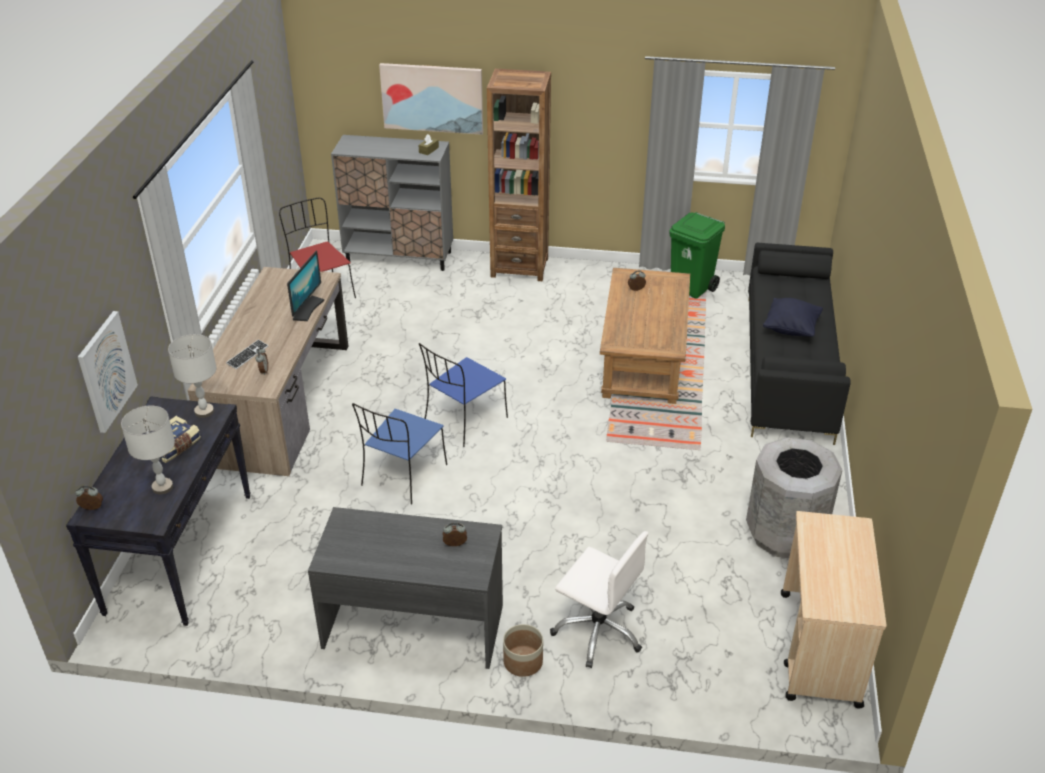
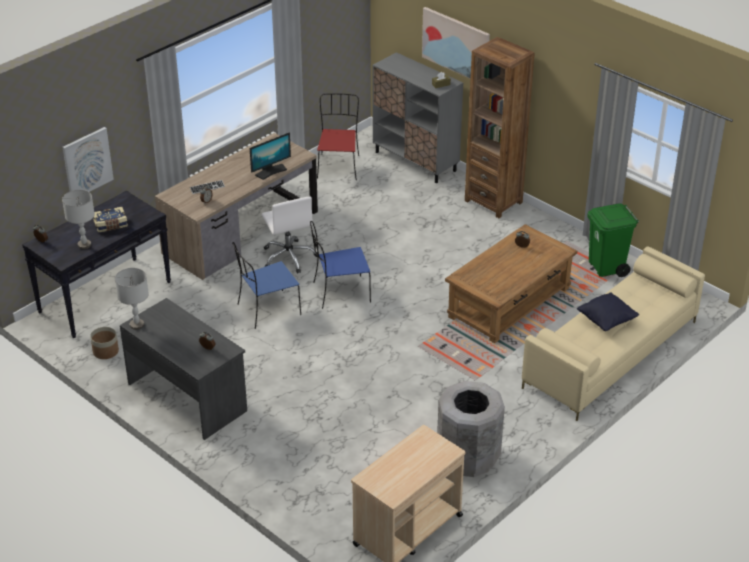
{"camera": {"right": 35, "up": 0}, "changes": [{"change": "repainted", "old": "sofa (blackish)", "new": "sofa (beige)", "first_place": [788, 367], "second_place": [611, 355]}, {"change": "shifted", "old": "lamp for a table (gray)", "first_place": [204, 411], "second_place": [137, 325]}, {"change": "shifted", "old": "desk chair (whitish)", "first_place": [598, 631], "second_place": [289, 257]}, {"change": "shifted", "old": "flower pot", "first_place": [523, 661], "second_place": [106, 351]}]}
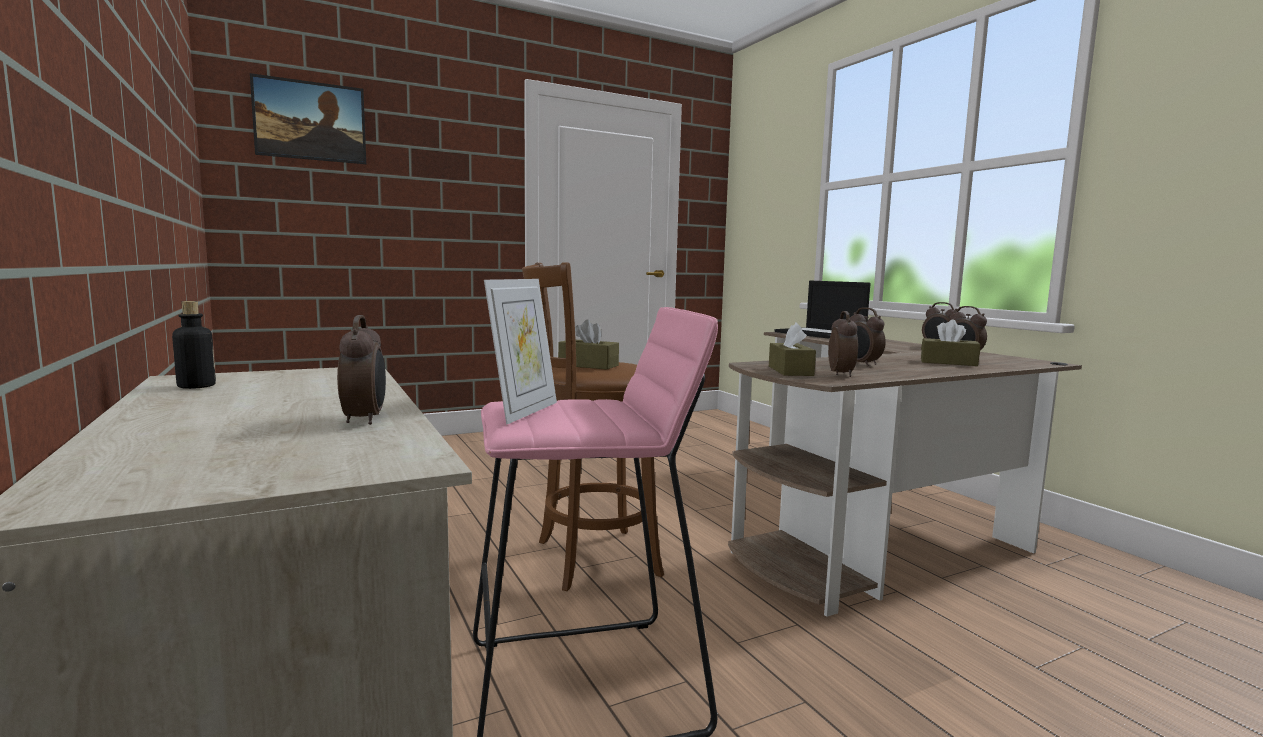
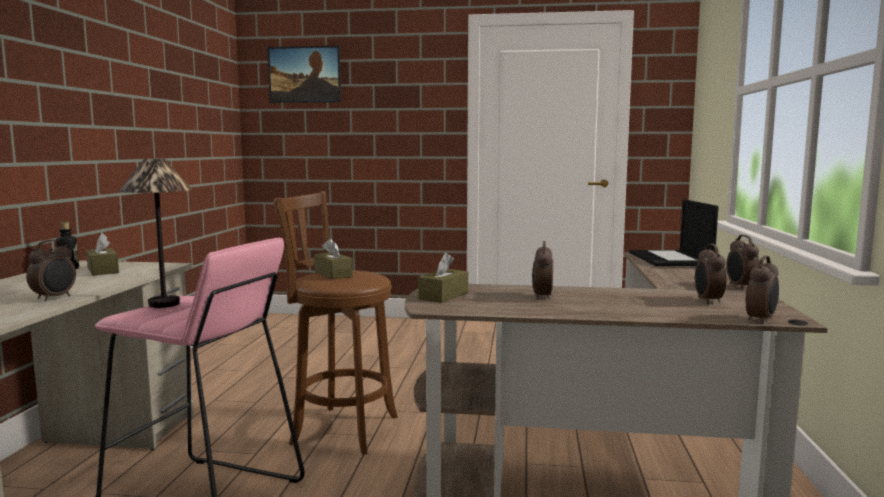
{"camera": {"right": 35, "up": 0}, "changes": [{"change": "swapped", "old": "photo frame", "new": "lamp for a table", "first_place": [523, 411], "second_place": [164, 304]}, {"change": "shifted", "old": "table clock", "first_place": [841, 374], "second_place": [761, 320]}, {"change": "shifted", "old": "tissue box (brown-coloured)", "first_place": [948, 362], "second_place": [103, 270]}]}
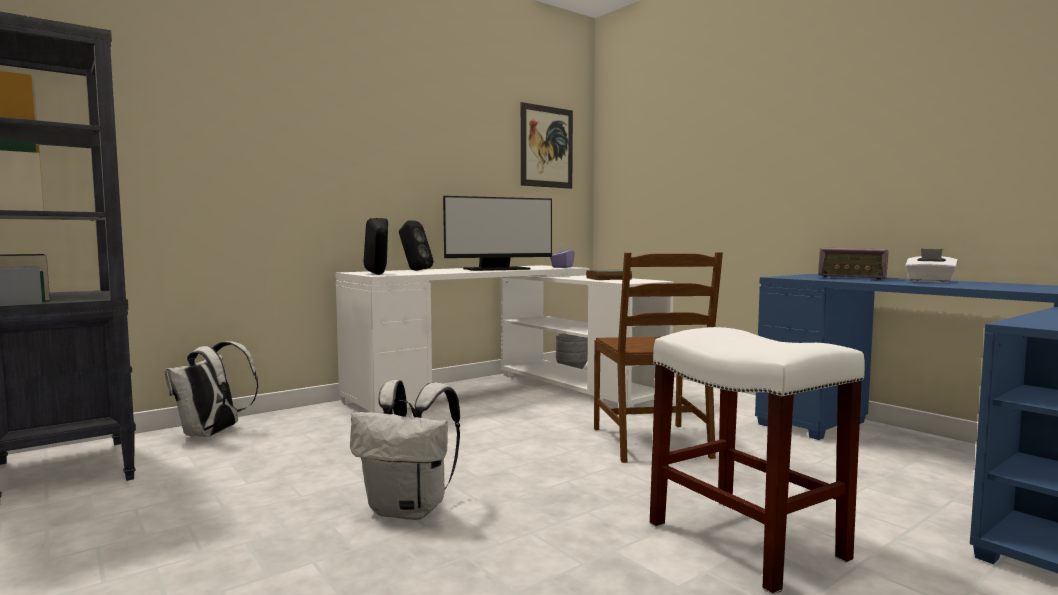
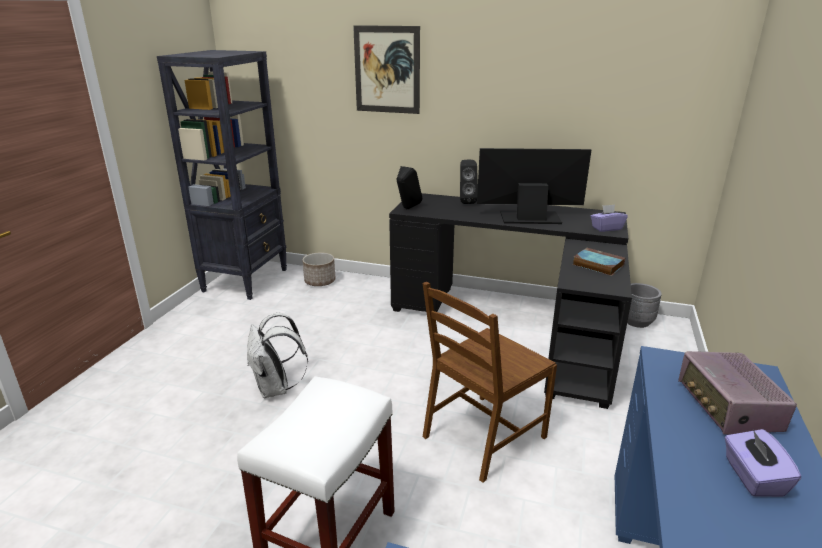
{"camera": {"right": 55, "up": 20}, "changes": [{"change": "shifted", "old": "wall art", "first_place": [546, 147], "second_place": [387, 70]}, {"change": "rotated", "old": "computer display", "first_place": [497, 269], "second_place": [530, 217], "degrees": 150}, {"change": "repainted", "old": "tissue box (whitish)", "new": "tissue box (purplish)", "first_place": [930, 282], "second_place": [753, 477]}, {"change": "repainted", "old": "desk table (whitish)", "new": "desk table (blackish)", "first_place": [507, 392], "second_place": [519, 325]}, {"change": "swapped", "old": "knapsack (whitish)", "new": "flower pot", "first_place": [212, 434], "second_place": [320, 281]}]}
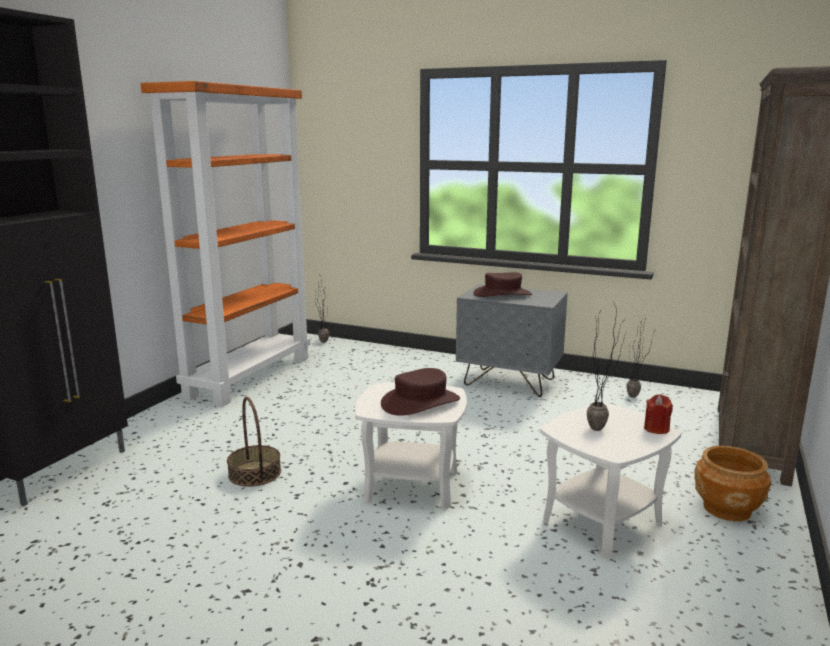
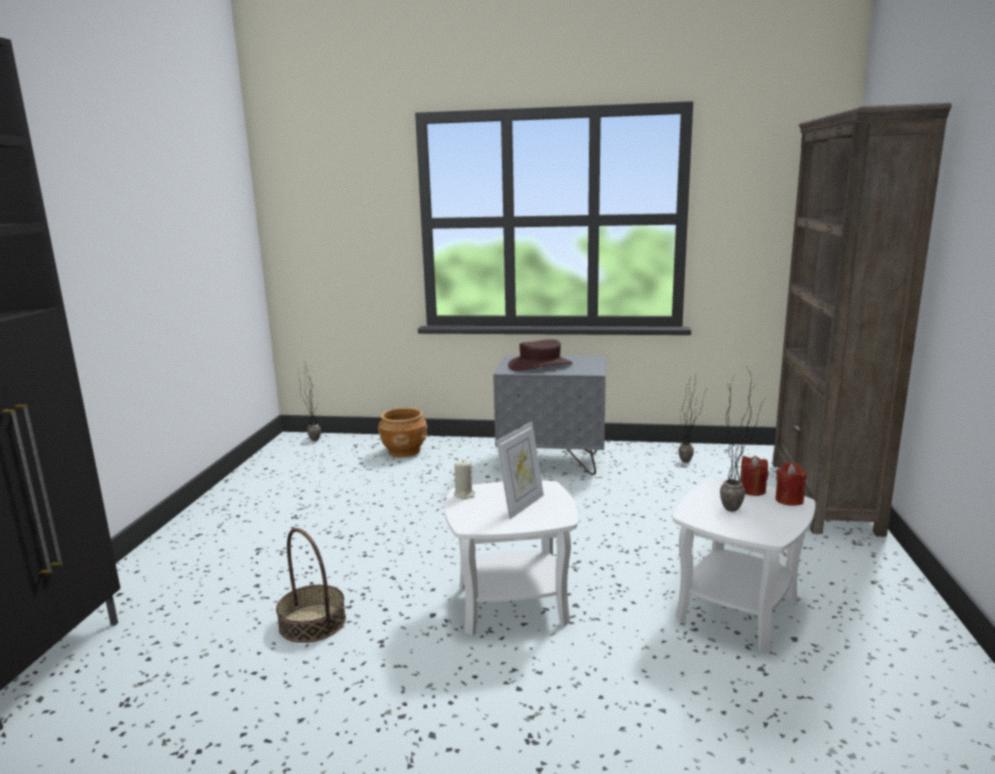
{"camera": {"right": -15, "up": 0}, "changes": [{"change": "gone", "old": "bookcase (orangey)", "first_place": [249, 376]}, {"change": "swapped", "old": "hat (brown-coloured)", "new": "photo frame", "first_place": [420, 402], "second_place": [521, 505]}, {"change": "shifted", "old": "flower pot (brown-coloured)", "first_place": [727, 509], "second_place": [404, 451]}, {"change": "new", "new": "candle (reddish)", "second_place": [752, 490]}, {"change": "new", "new": "candle (beige)", "second_place": [464, 494]}]}
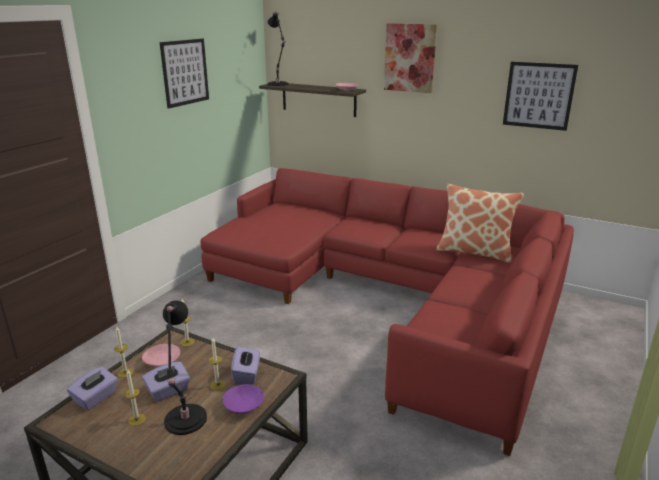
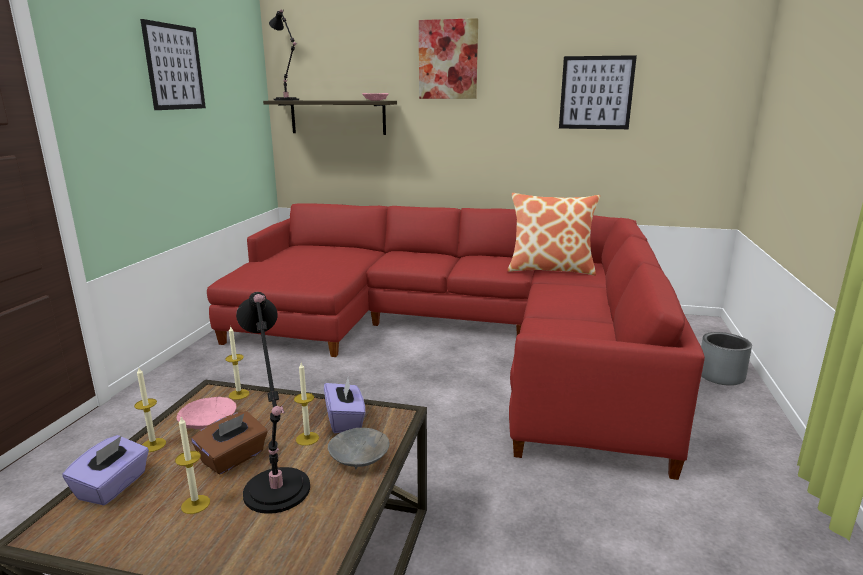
{"camera": {"right": -15, "up": -5}, "changes": [{"change": "repainted", "old": "tissue box (purplish)", "new": "tissue box (brown-coloured)", "first_place": [168, 391], "second_place": [233, 458]}, {"change": "repainted", "old": "deep dish (purplish)", "new": "deep dish (gray)", "first_place": [244, 405], "second_place": [360, 457]}, {"change": "new", "new": "flower pot (gray)", "second_place": [720, 376]}]}
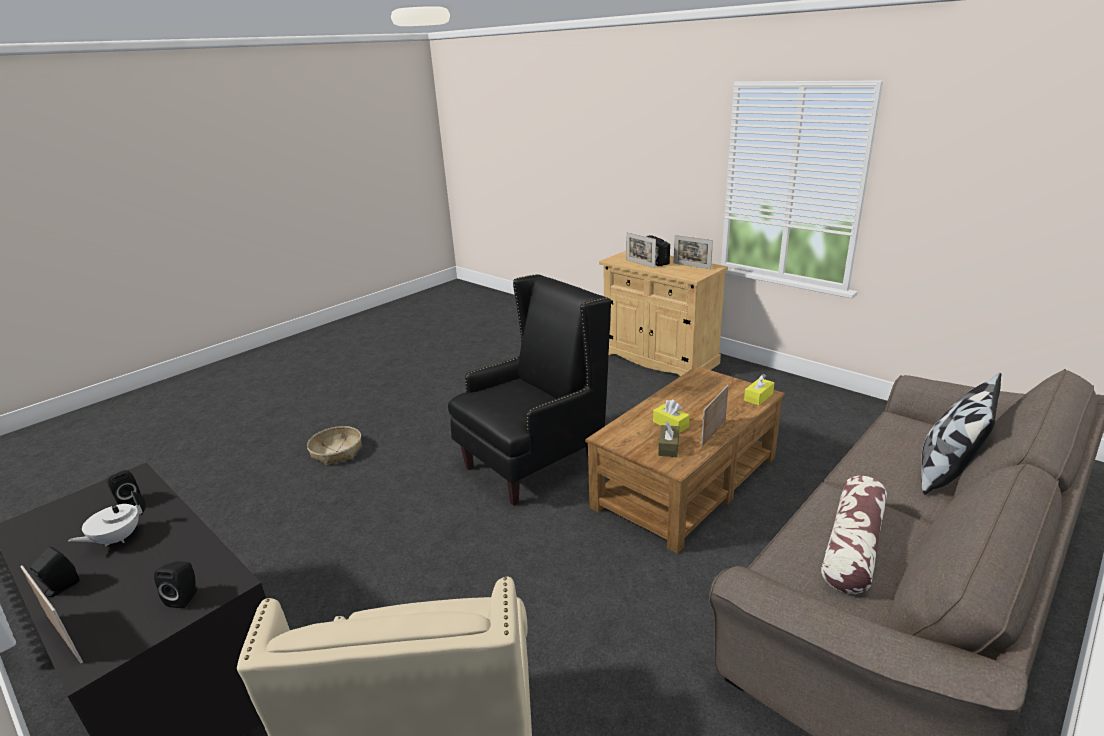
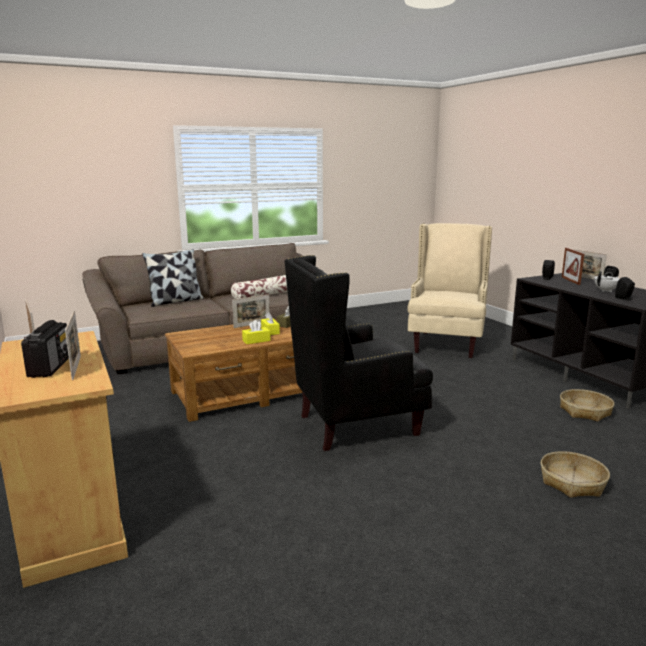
{"camera": {"right": -160, "up": -10}, "changes": [{"change": "shifted", "old": "tissue box (yellowish)", "first_place": [758, 397], "second_place": [256, 340]}, {"change": "new", "new": "photo frame", "second_place": [570, 281]}, {"change": "new", "new": "household basket", "second_place": [585, 411]}]}
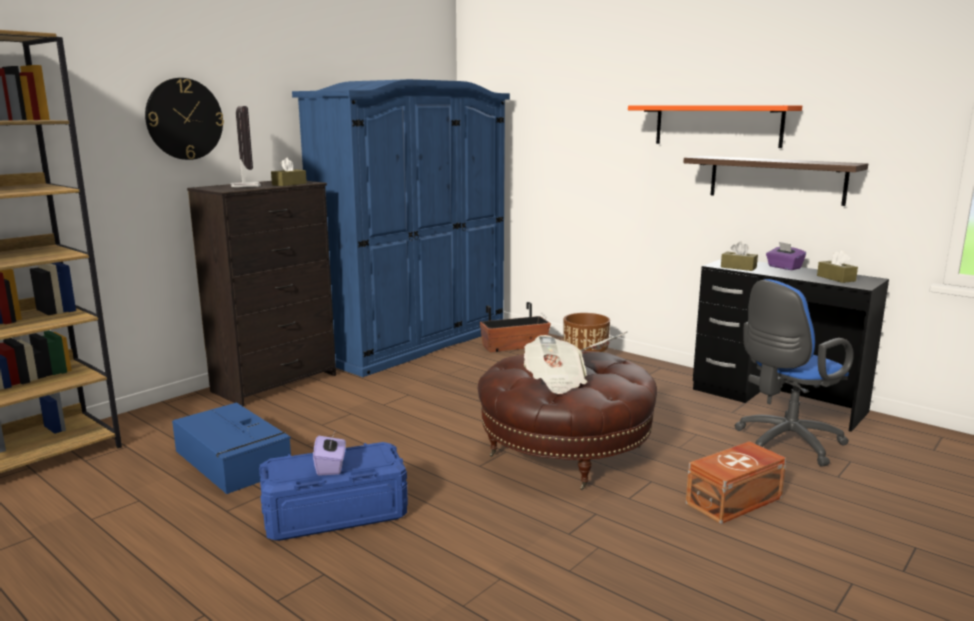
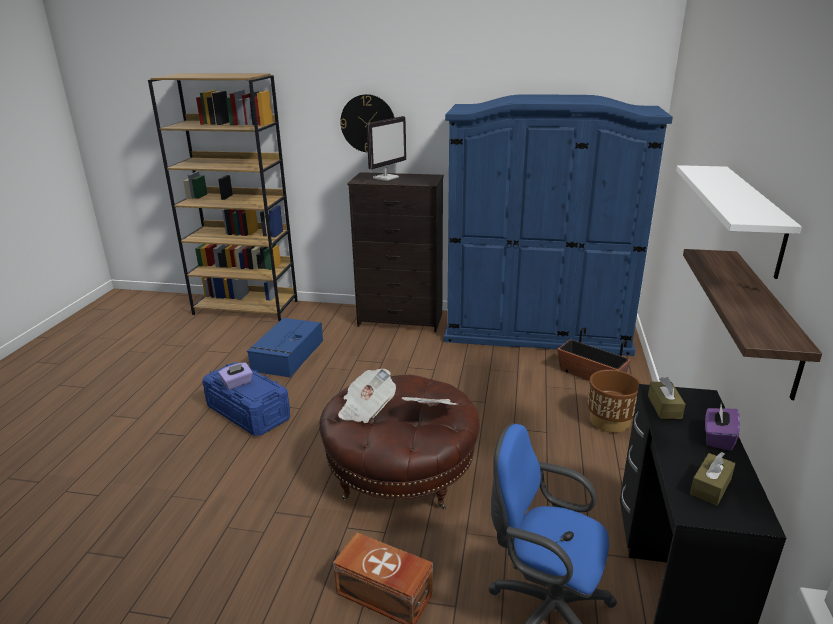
{"camera": {"right": 60, "up": 10}, "changes": [{"change": "repainted", "old": "wall shelf (orangey)", "new": "wall shelf (whitish)", "first_place": [717, 125], "second_place": [752, 218]}, {"change": "gone", "old": "tissue box (brown-coloured)", "first_place": [289, 184]}]}
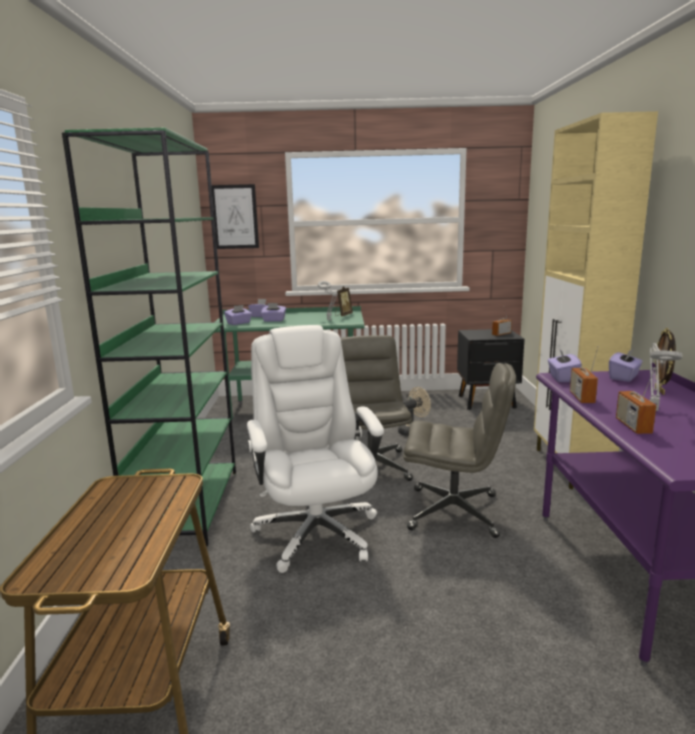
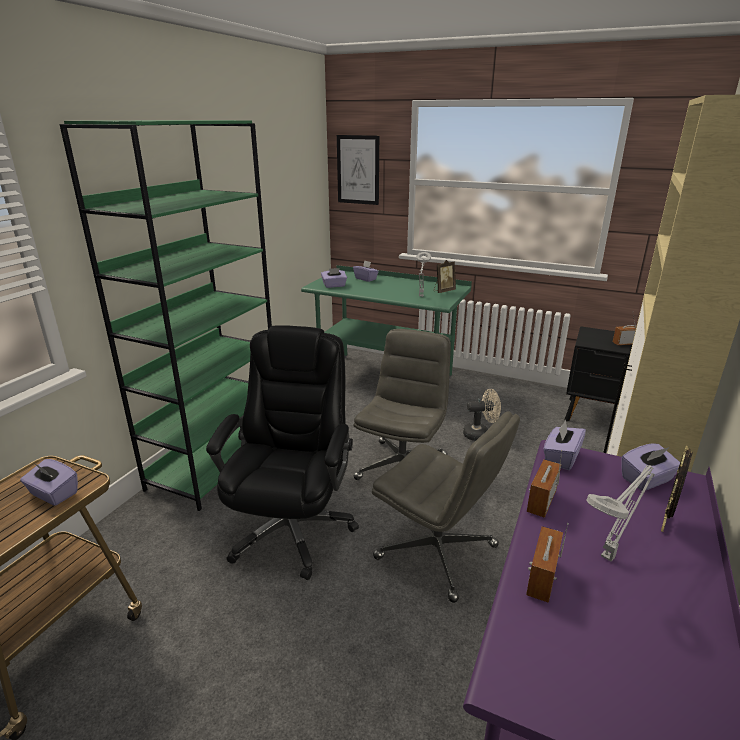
{"camera": {"right": 25, "up": 10}, "changes": [{"change": "shifted", "old": "tissue box (purplish)", "first_place": [274, 320], "second_place": [53, 494]}, {"change": "repainted", "old": "desk chair (whitish)", "new": "desk chair (blackish)", "first_place": [316, 532], "second_place": [292, 528]}]}
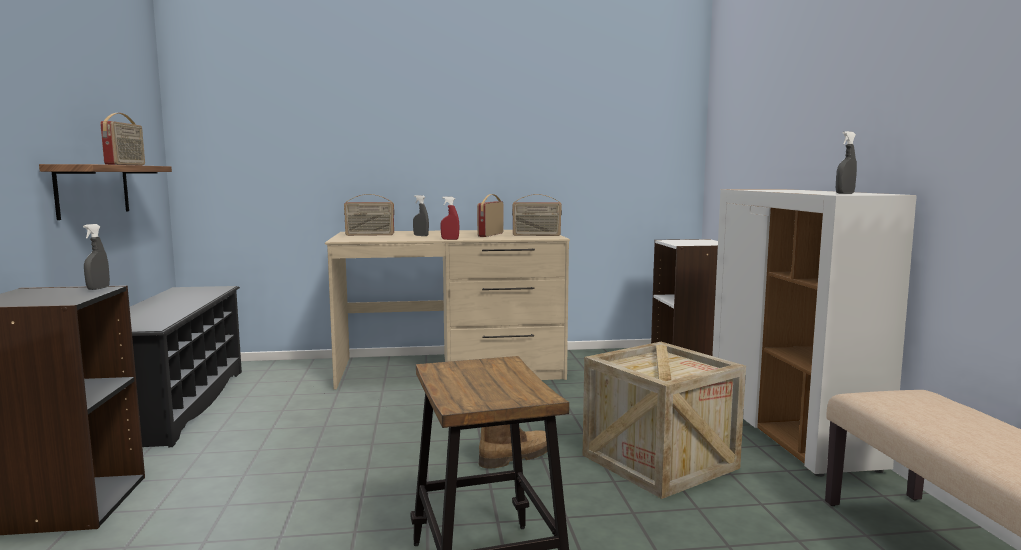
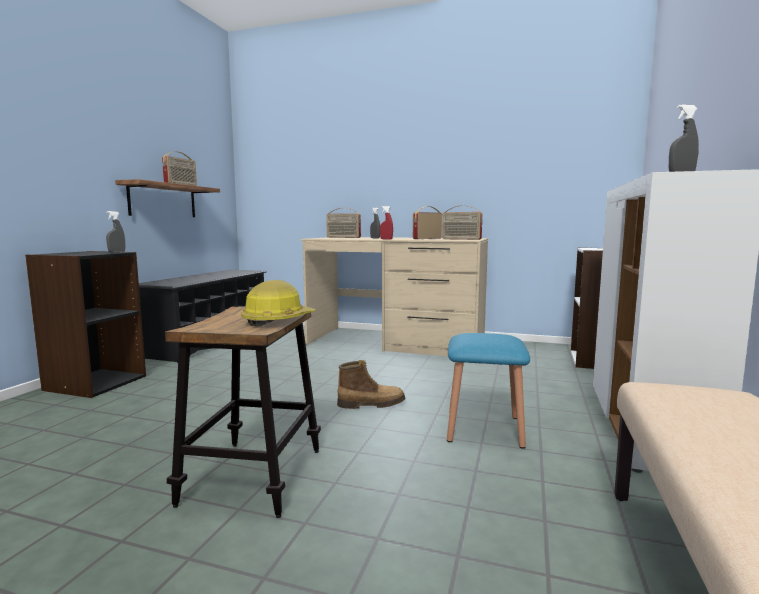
{"camera": {"right": 25, "up": 0}, "changes": [{"change": "swapped", "old": "shipping crate", "new": "stool seat (blue)", "first_place": [659, 461], "second_place": [484, 428]}, {"change": "new", "new": "safety helmet", "second_place": [278, 320]}]}
